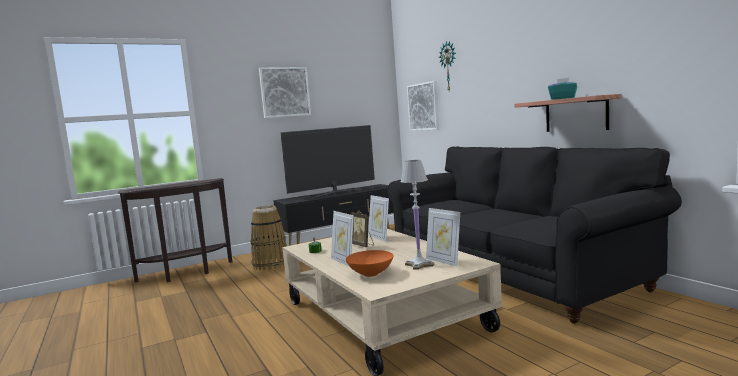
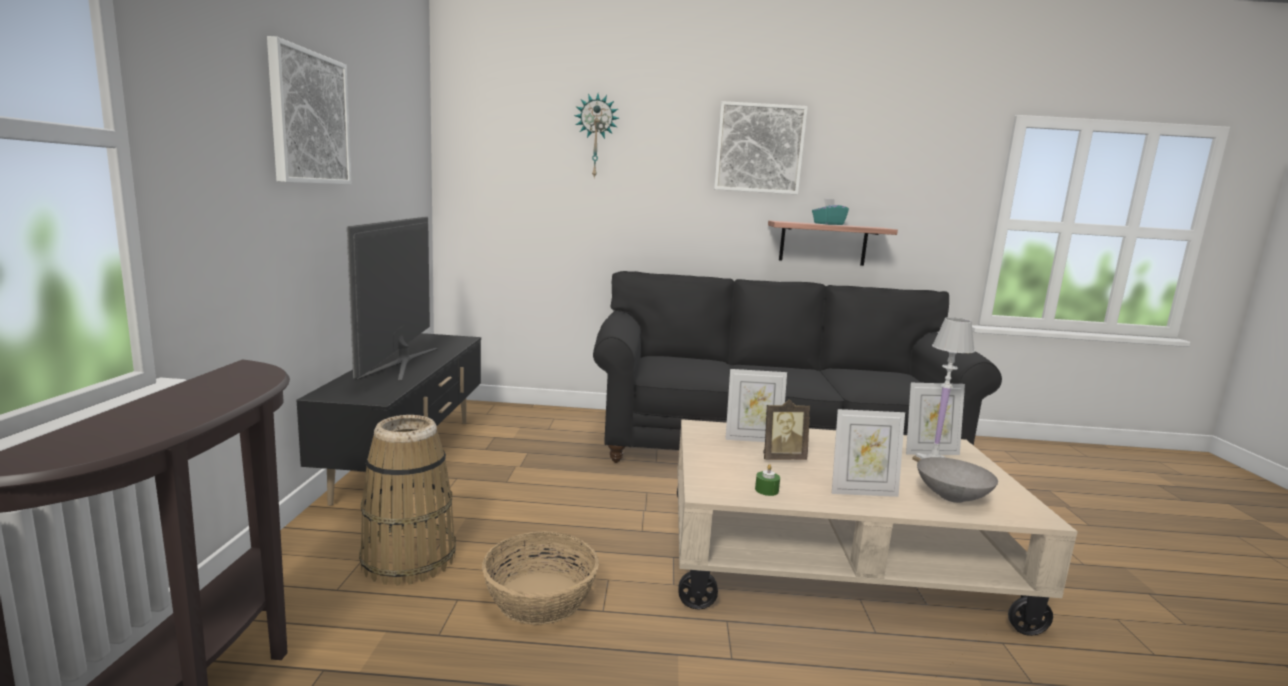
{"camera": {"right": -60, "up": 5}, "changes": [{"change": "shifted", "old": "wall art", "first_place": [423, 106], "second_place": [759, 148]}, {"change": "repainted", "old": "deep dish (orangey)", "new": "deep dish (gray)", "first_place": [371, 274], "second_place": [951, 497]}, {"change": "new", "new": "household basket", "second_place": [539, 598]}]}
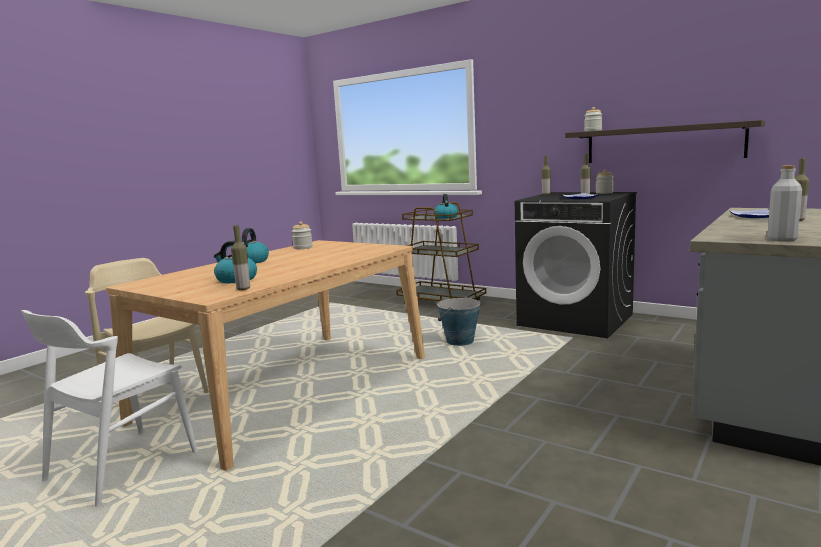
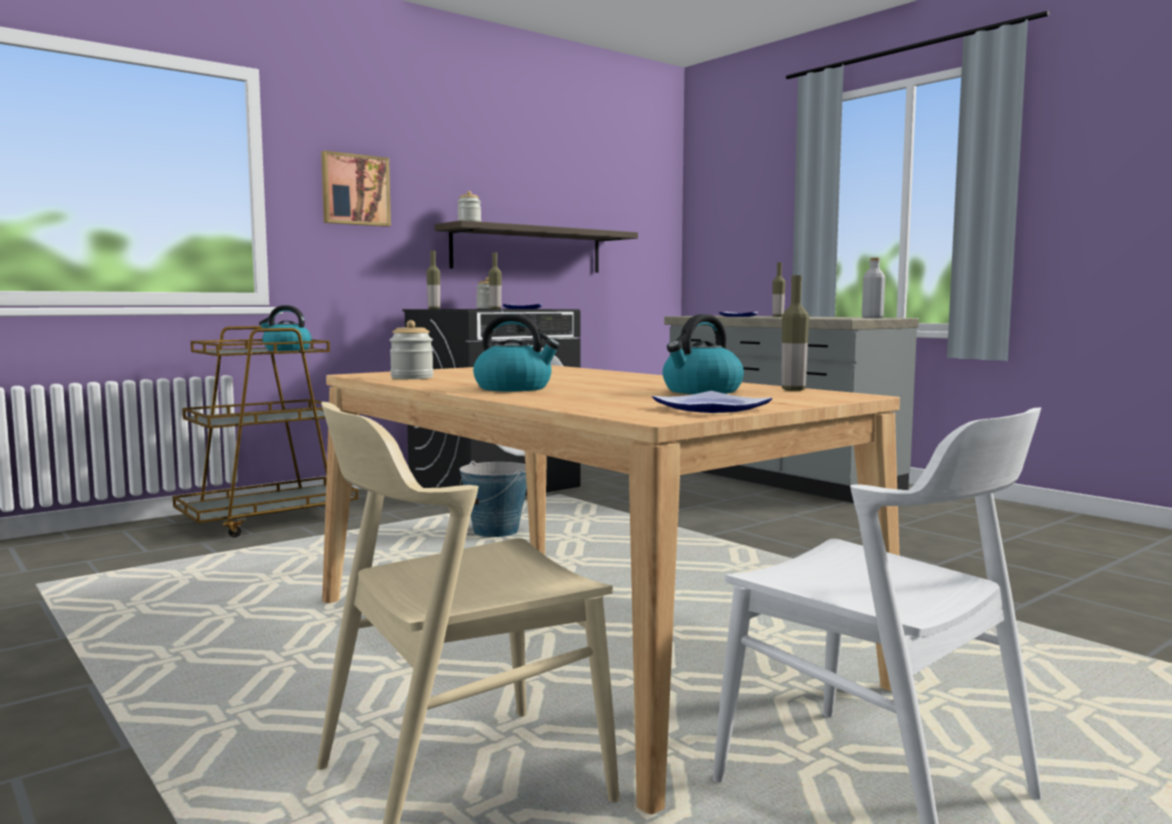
{"camera": {"right": -75, "up": -5}, "changes": [{"change": "new", "new": "wall art", "second_place": [355, 190]}, {"change": "new", "new": "flat dish", "second_place": [708, 408]}]}
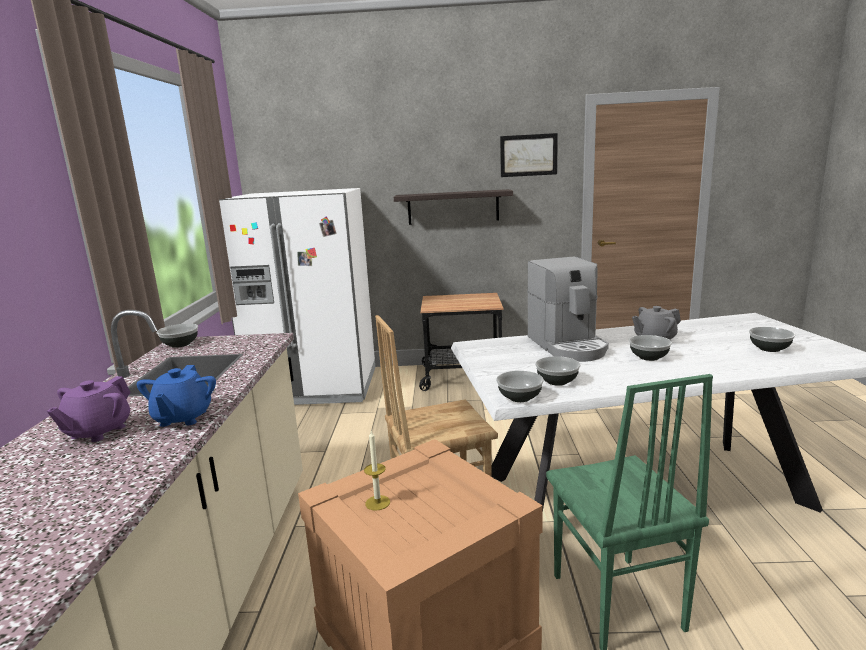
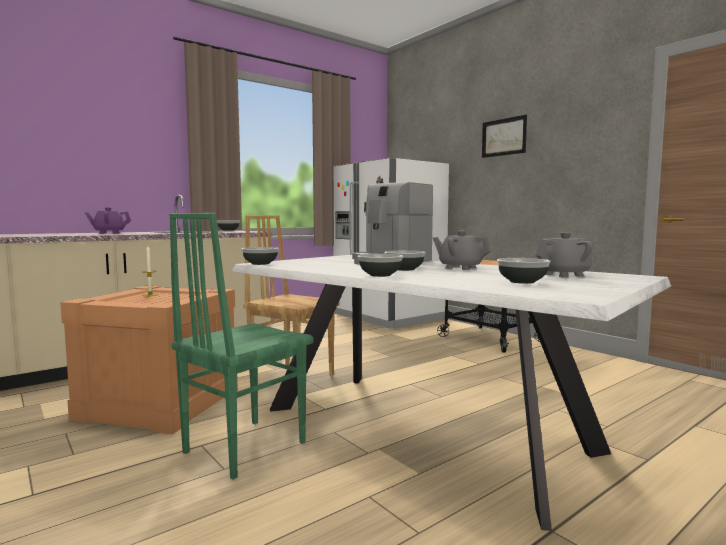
{"camera": {"right": 50, "up": -10}, "changes": [{"change": "shifted", "old": "wall art", "first_place": [528, 155], "second_place": [503, 137]}, {"change": "gone", "old": "wall shelf", "first_place": [453, 207]}, {"change": "shifted", "old": "deep dish", "first_place": [557, 381], "second_place": [380, 275]}, {"change": "gone", "old": "pot for tea (blue)", "first_place": [183, 418]}, {"change": "new", "new": "pot for tea (gray)", "second_place": [564, 275]}]}
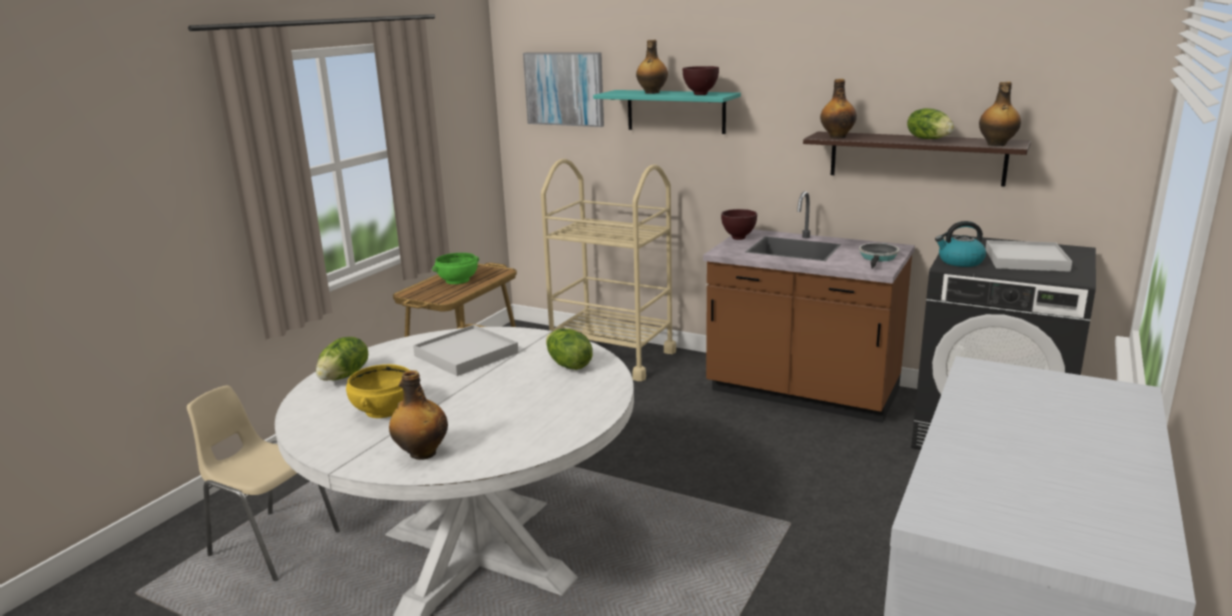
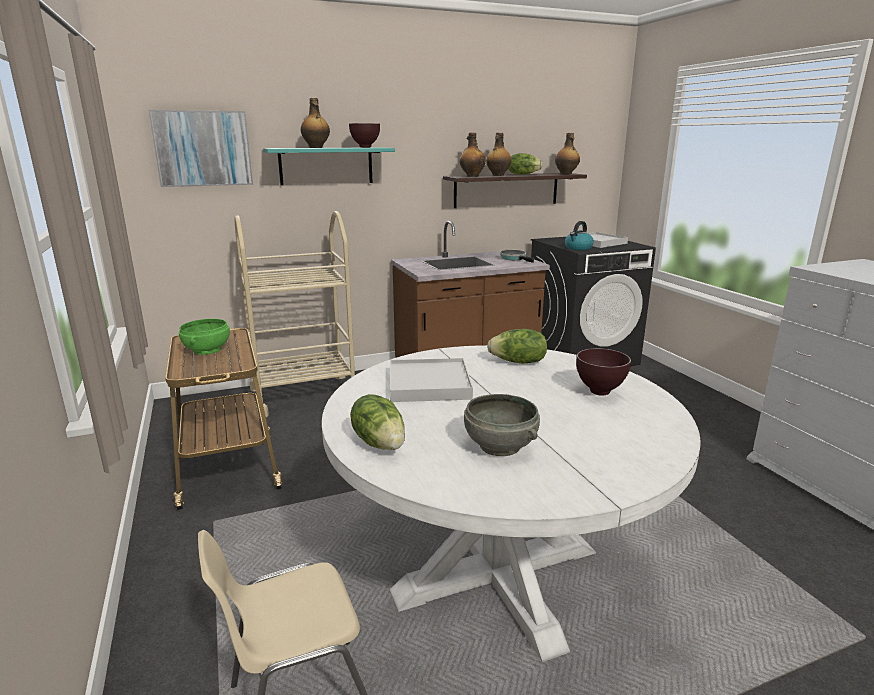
{"camera": {"right": -50, "up": 0}, "changes": [{"change": "shifted", "old": "deep dish (brown-coloured)", "first_place": [737, 238], "second_place": [598, 392]}, {"change": "repainted", "old": "deep dish (yellowish)", "new": "deep dish (gray)", "first_place": [383, 410], "second_place": [499, 446]}, {"change": "shifted", "old": "bottle", "first_place": [421, 453], "second_place": [497, 175]}]}
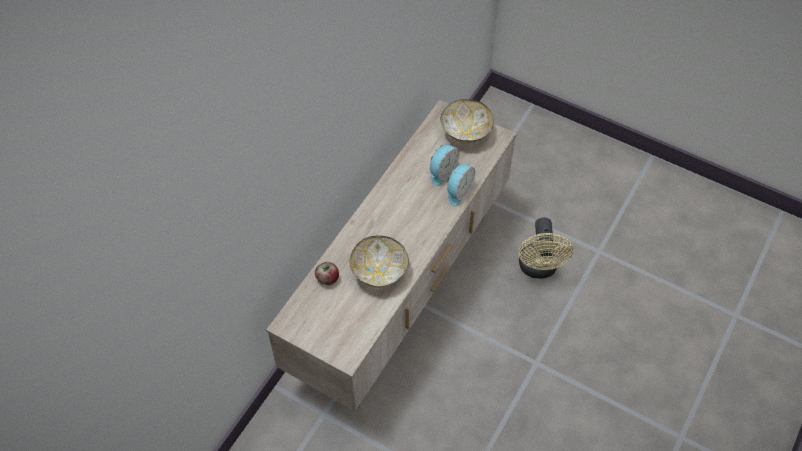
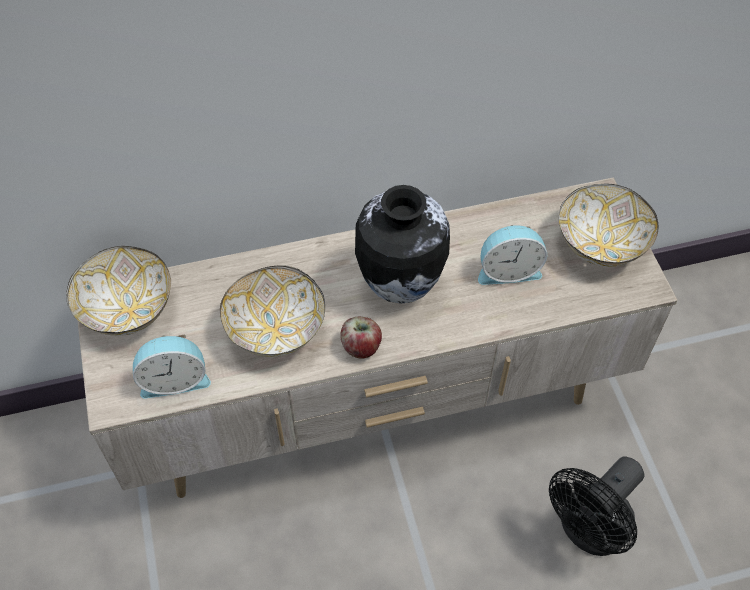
{"camera": {"right": 45, "up": 0}, "changes": [{"change": "shifted", "old": "table clock", "first_place": [458, 191], "second_place": [174, 379]}, {"change": "repainted", "old": "cooling fan (beige)", "new": "cooling fan (blackish)", "first_place": [539, 269], "second_place": [588, 531]}, {"change": "shifted", "old": "whole apple", "first_place": [327, 278], "second_place": [361, 347]}, {"change": "new", "new": "vase", "second_place": [399, 285]}, {"change": "new", "new": "deep dish", "second_place": [127, 312]}]}
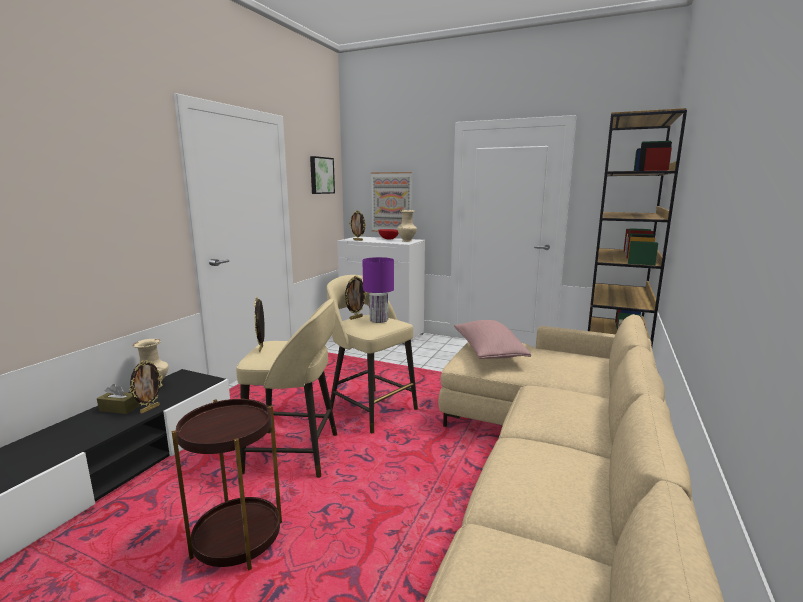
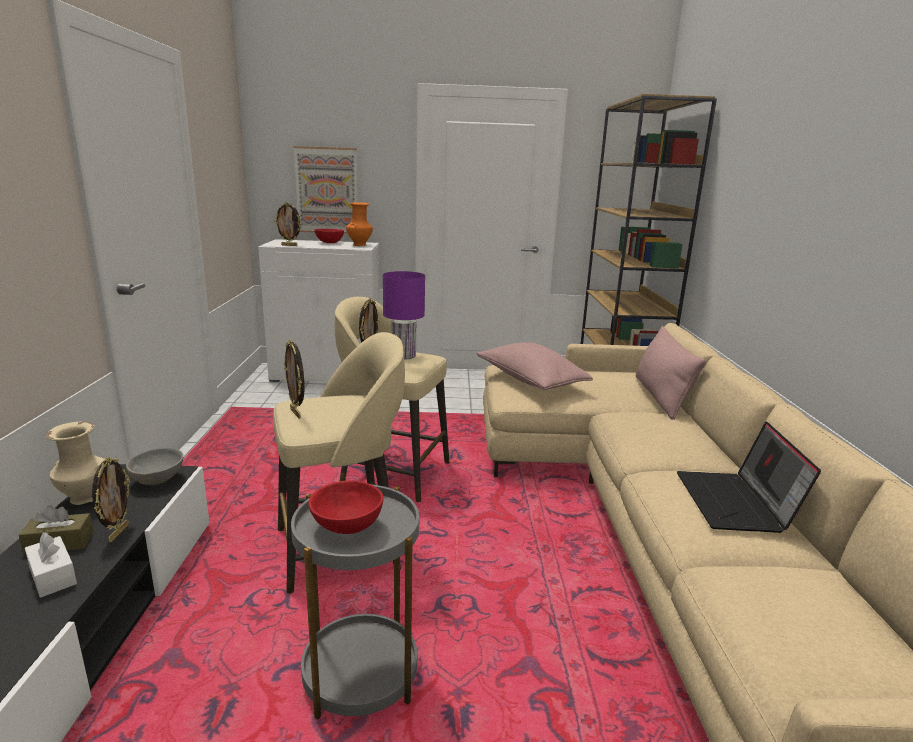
{"camera": {"right": -25, "up": 5}, "changes": [{"change": "gone", "old": "wall art", "first_place": [321, 175]}, {"change": "repainted", "old": "vase (beige)", "new": "vase (orangey)", "first_place": [407, 241], "second_place": [359, 245]}, {"change": "repainted", "old": "accent table (brown-coloured)", "new": "accent table (gray)", "first_place": [238, 540], "second_place": [360, 675]}, {"change": "new", "new": "cushion (pink)", "second_place": [660, 397]}, {"change": "new", "new": "laptop", "second_place": [736, 503]}, {"change": "new", "new": "deep dish (gray)", "second_place": [159, 480]}, {"change": "new", "new": "deep dish (reddish)", "second_place": [346, 528]}, {"change": "new", "new": "tissue box (whitish)", "second_place": [53, 576]}]}
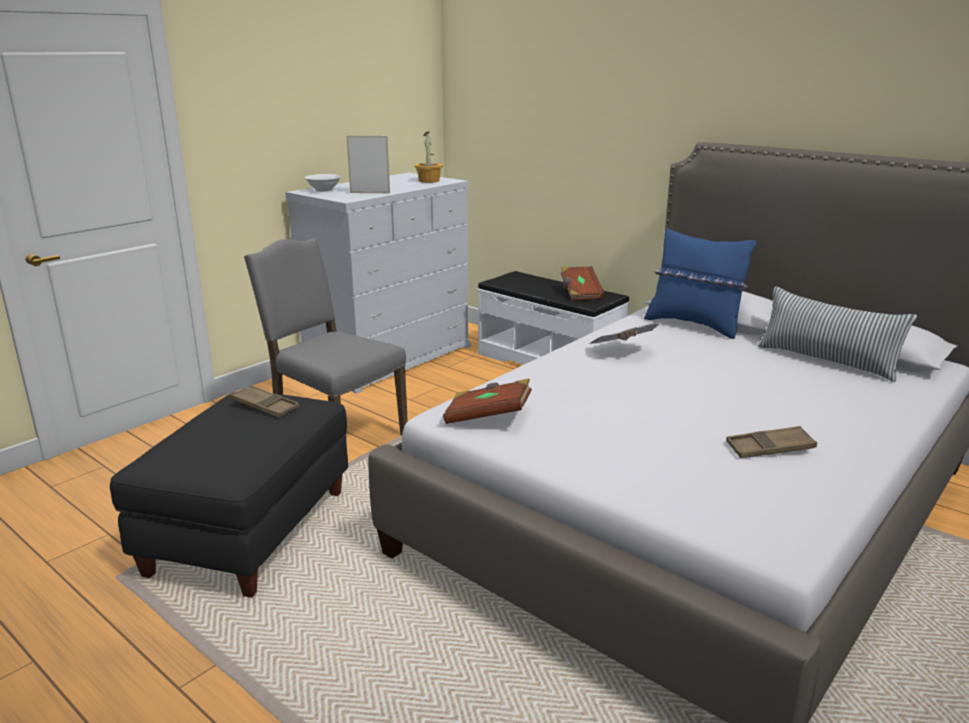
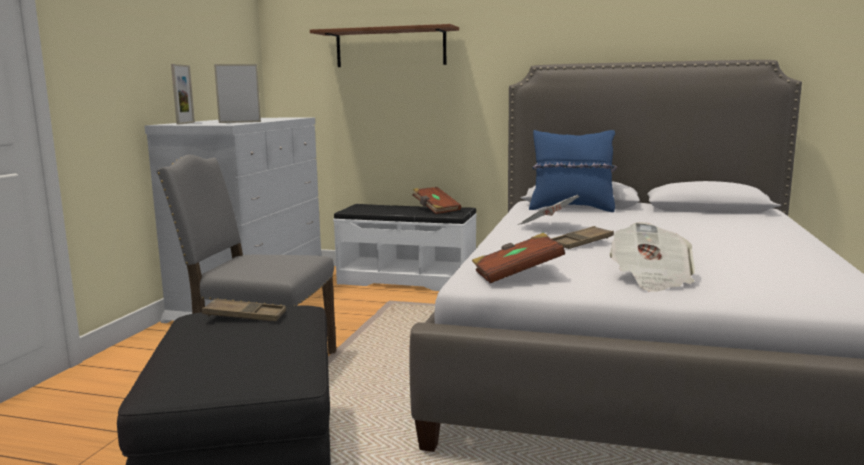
{"camera": {"right": -25, "up": -10}, "changes": [{"change": "gone", "old": "houseplant", "first_place": [429, 181]}, {"change": "swapped", "old": "deep dish (whitish)", "new": "photo frame", "first_place": [324, 190], "second_place": [185, 123]}, {"change": "gone", "old": "cushion", "first_place": [826, 361]}, {"change": "shifted", "old": "serving tray (brown-coloured)", "first_place": [770, 448], "second_place": [581, 242]}, {"change": "new", "new": "wall shelf (brown-coloured)", "second_place": [390, 48]}, {"change": "new", "new": "newspaper", "second_place": [651, 279]}]}
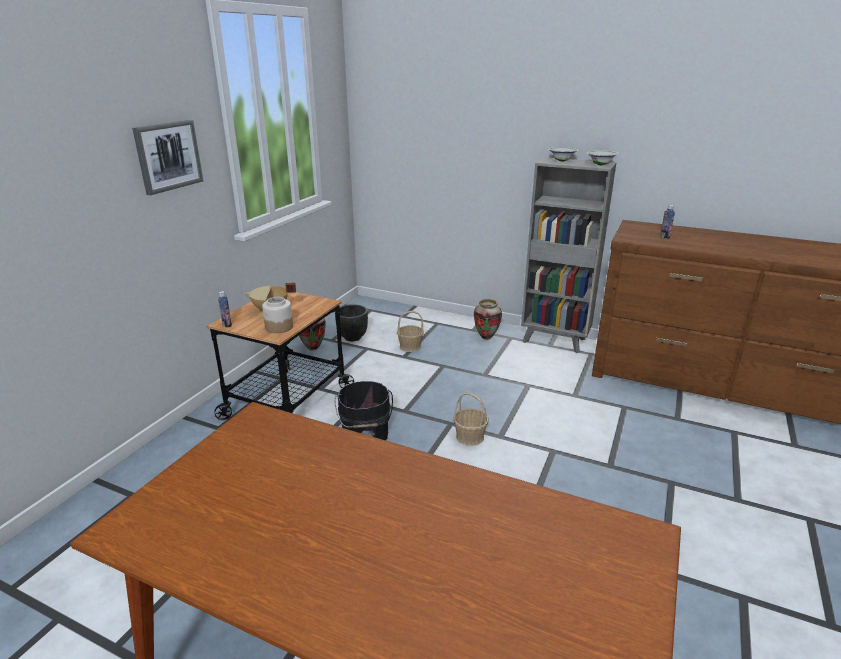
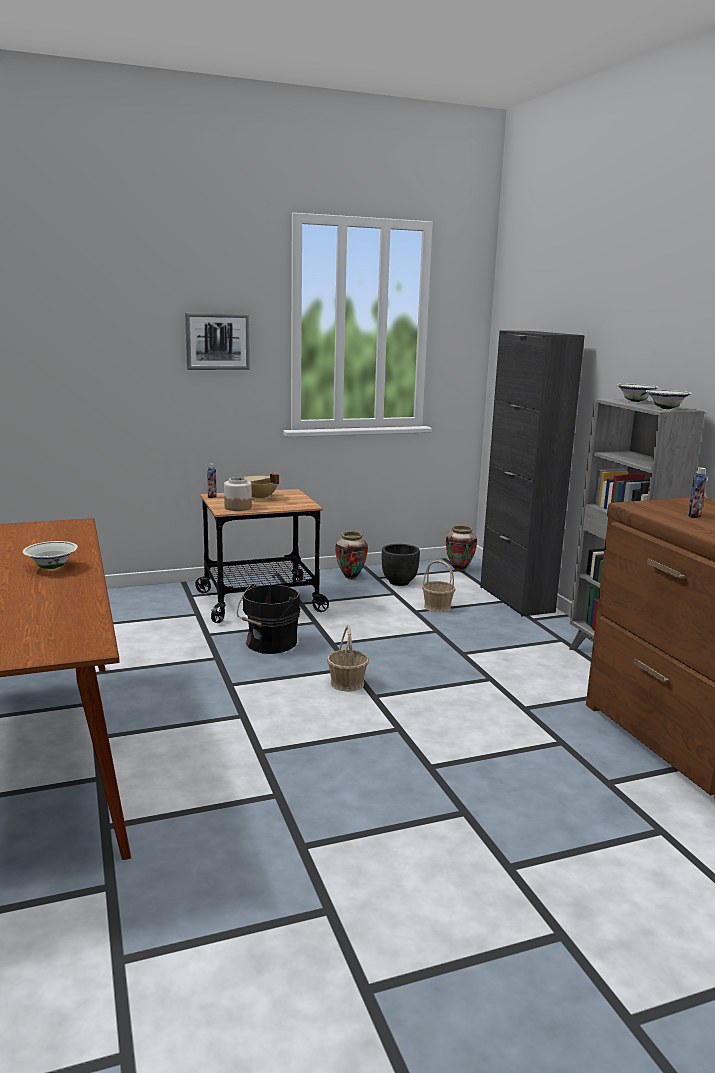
{"camera": {"right": 45, "up": -10}, "changes": [{"change": "shifted", "old": "vase", "first_place": [486, 337], "second_place": [459, 569]}, {"change": "new", "new": "cupboard (blackish)", "second_place": [516, 599]}, {"change": "new", "new": "deep dish (whitish)", "second_place": [52, 567]}]}
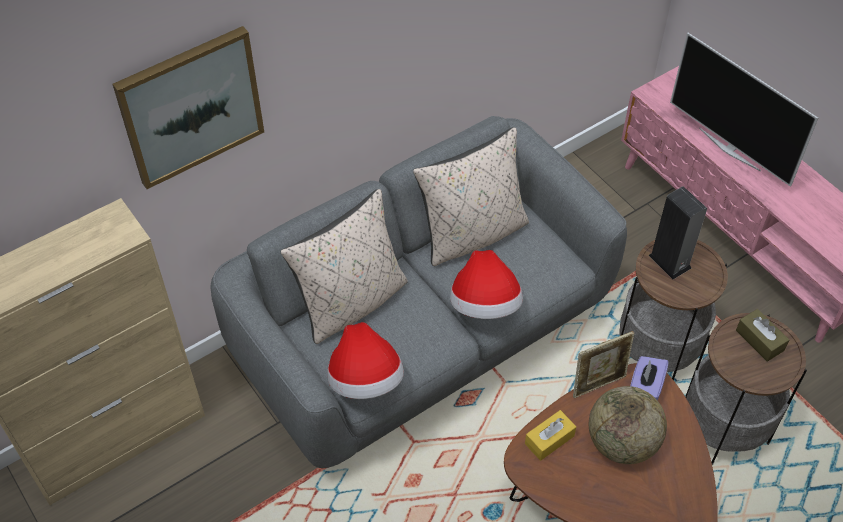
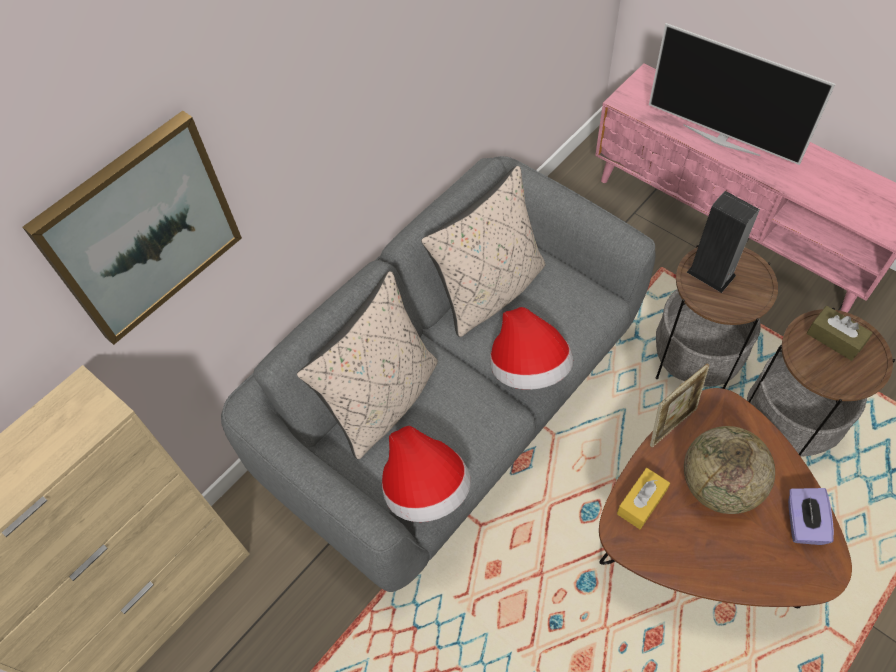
{"camera": {"right": -10, "up": 5}, "changes": [{"change": "shifted", "old": "tissue box (purplish)", "first_place": [645, 387], "second_place": [802, 523]}]}
